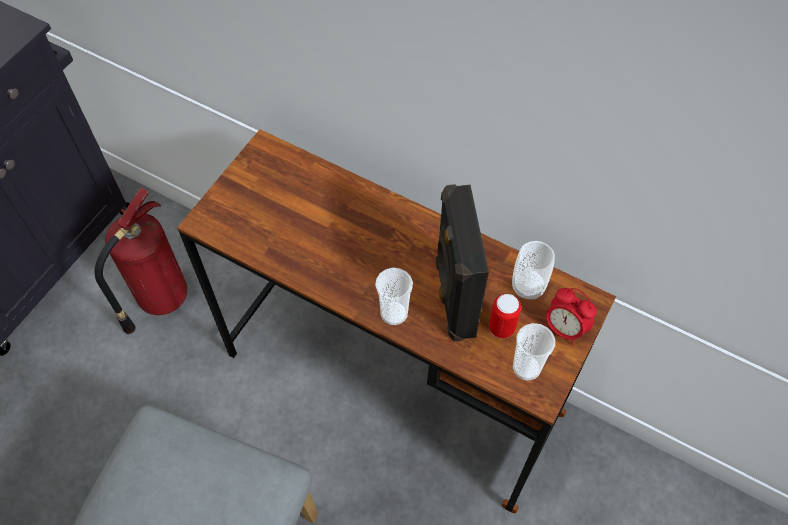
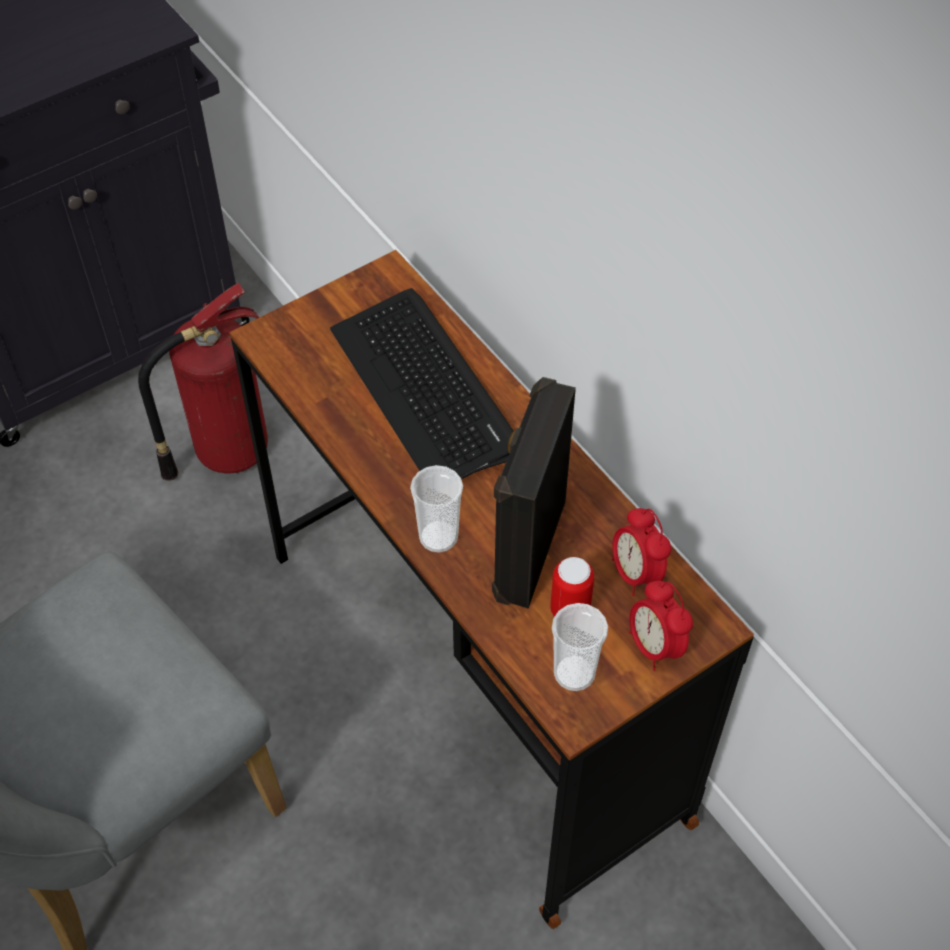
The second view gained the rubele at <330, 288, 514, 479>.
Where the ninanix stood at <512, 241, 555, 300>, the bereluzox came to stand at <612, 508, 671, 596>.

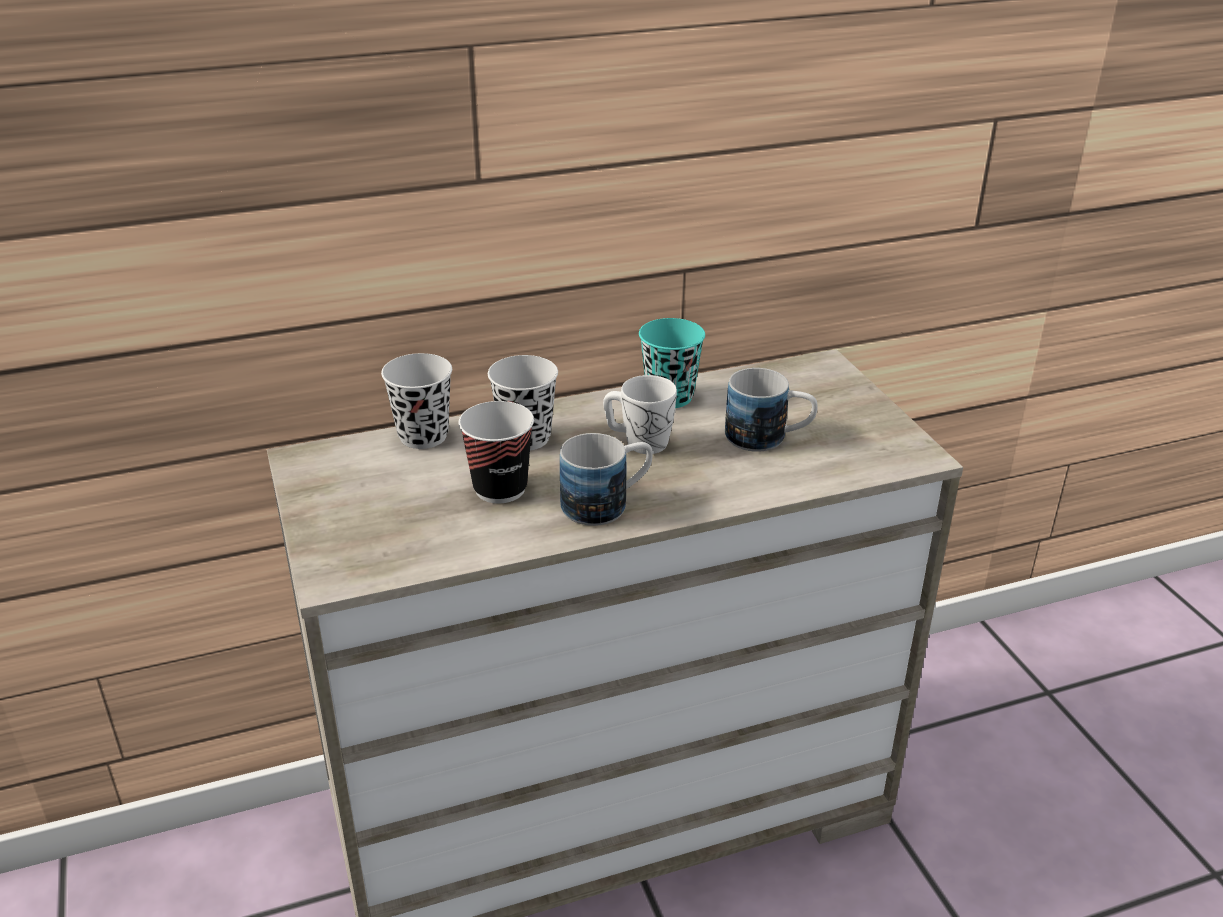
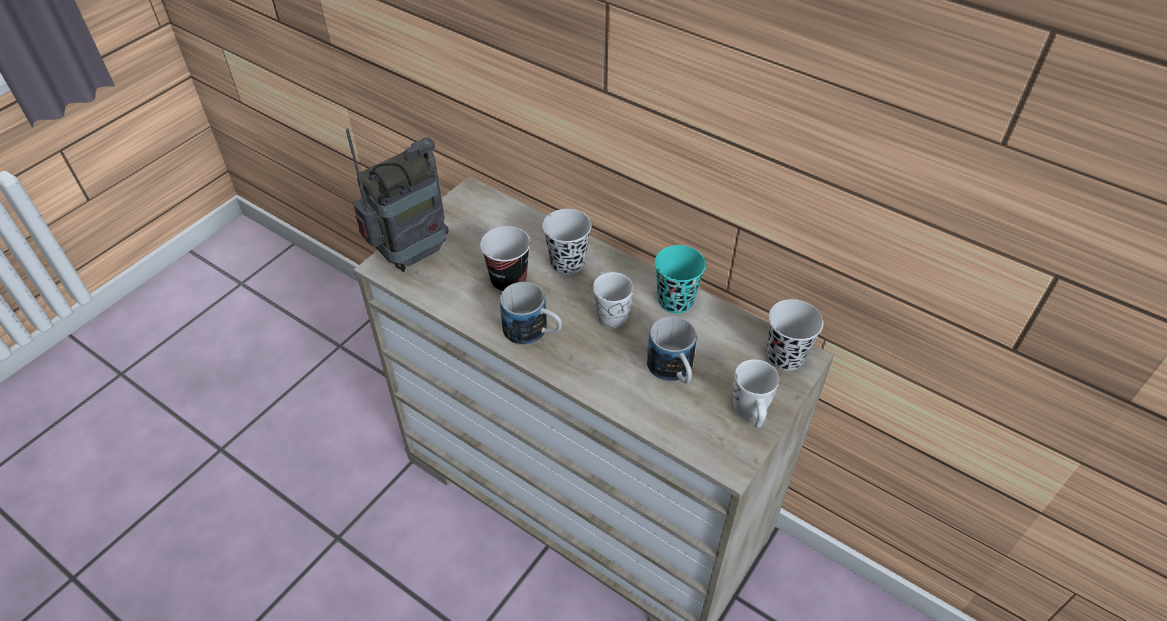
The second view gained the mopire at <346, 128, 449, 272>.
The second view gained the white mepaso at <733, 359, 779, 428>.
The black ninanix ended up elsewhere, having gone from <381, 353, 452, 449> to <767, 299, 823, 371>.

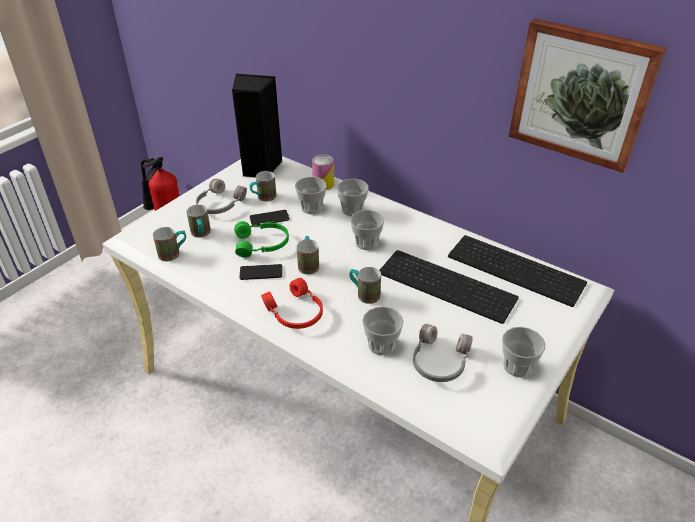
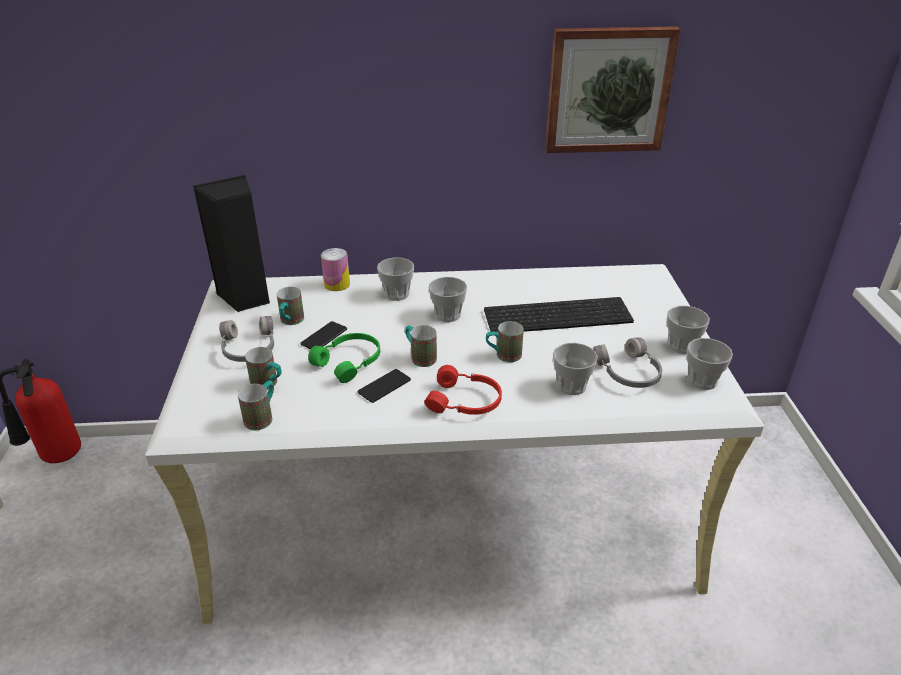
The ninanix ended up elsewhere, having gone from <295, 177, 326, 214> to <686, 338, 733, 390>.
The second view lost the rubele at <448, 235, 587, 307>.

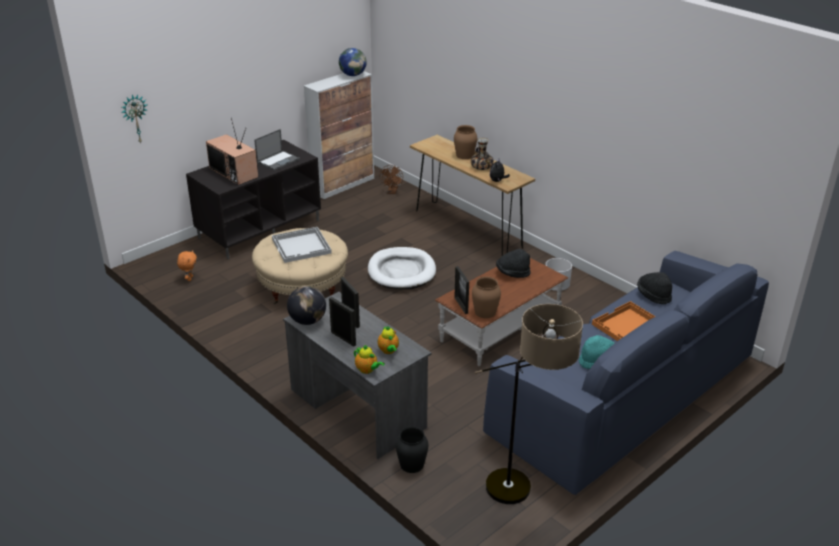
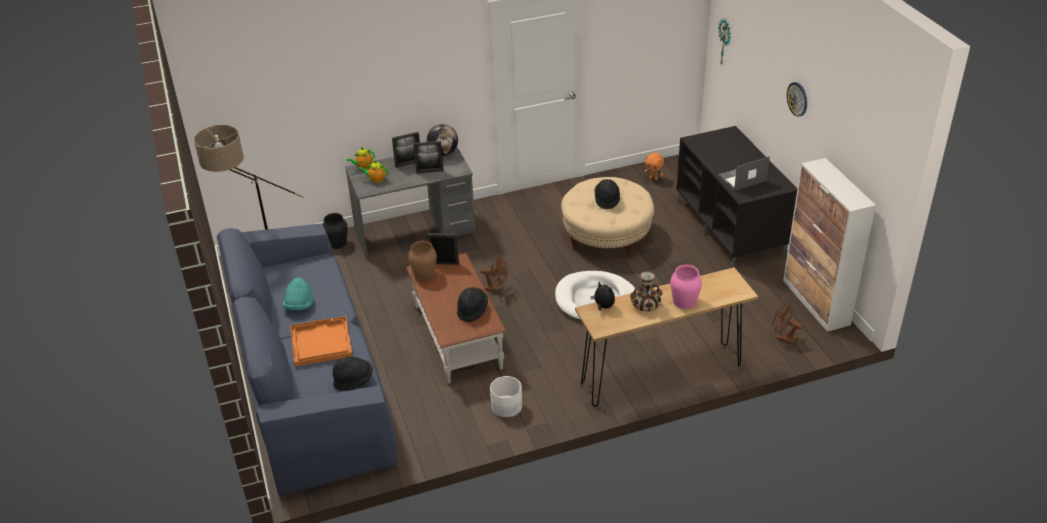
The second view gained the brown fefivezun at <481, 257, 508, 293>.
Where the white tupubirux stood at <272, 227, 332, 263>, the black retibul came to stand at <594, 179, 620, 209>.
What was the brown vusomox at <454, 125, 477, 159> turned into the pink vusomox at <670, 265, 702, 309>.
The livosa at <254, 129, 300, 171> ended up facing another way, 90 degrees clockwise from before.
The second view gained the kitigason at <787, 82, 807, 117>.
The second view lost the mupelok at <206, 117, 258, 185>.
The second view lost the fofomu at <339, 48, 367, 76>.

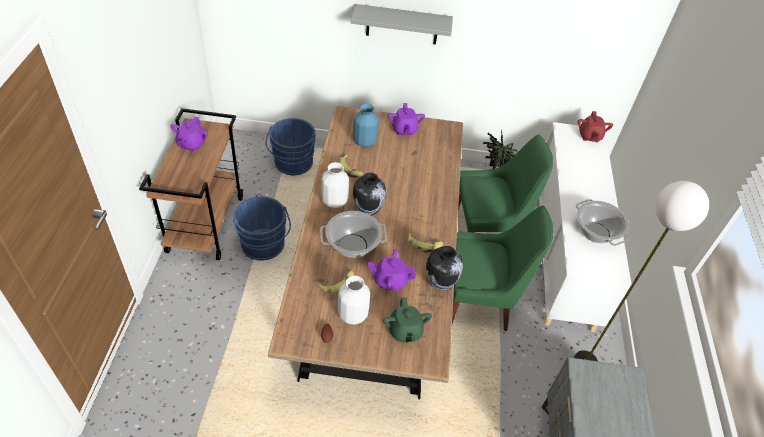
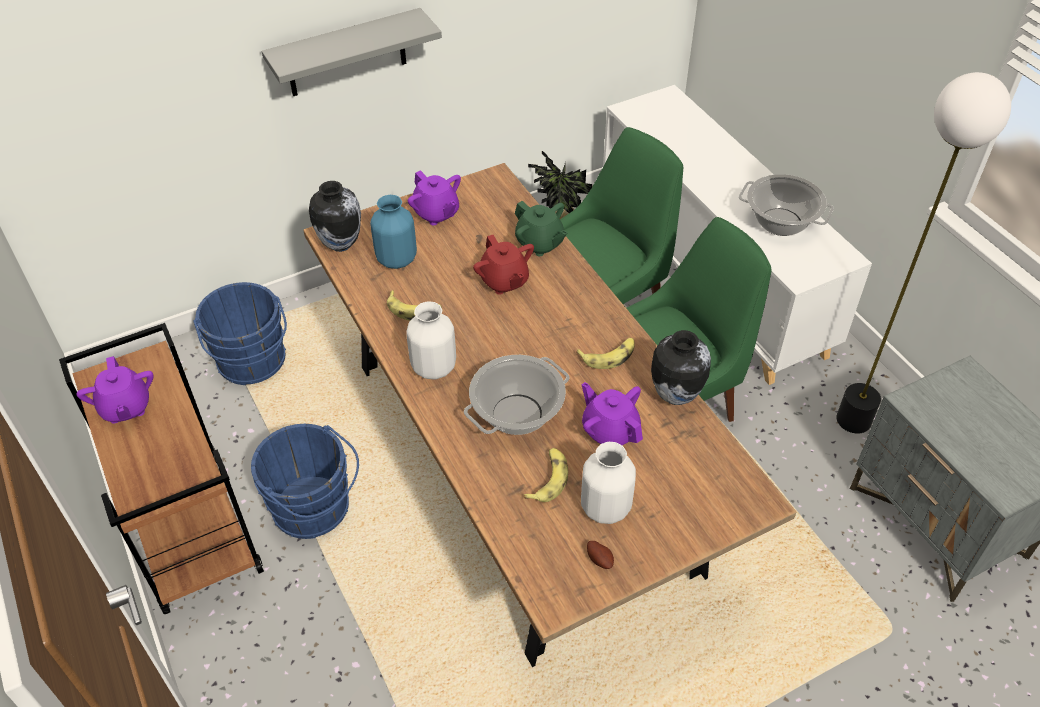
The vusomox ended up elsewhere, having gone from <353, 172, 386, 216> to <309, 181, 361, 252>.
The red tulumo ended up elsewhere, having gone from <578, 111, 613, 142> to <473, 235, 534, 295>.
The green tulumo ended up elsewhere, having gone from <383, 297, 432, 343> to <515, 201, 567, 256>.
The purple tulumo at <368, 249, 416, 291> ended up facing another way, 75 degrees clockwise from before.

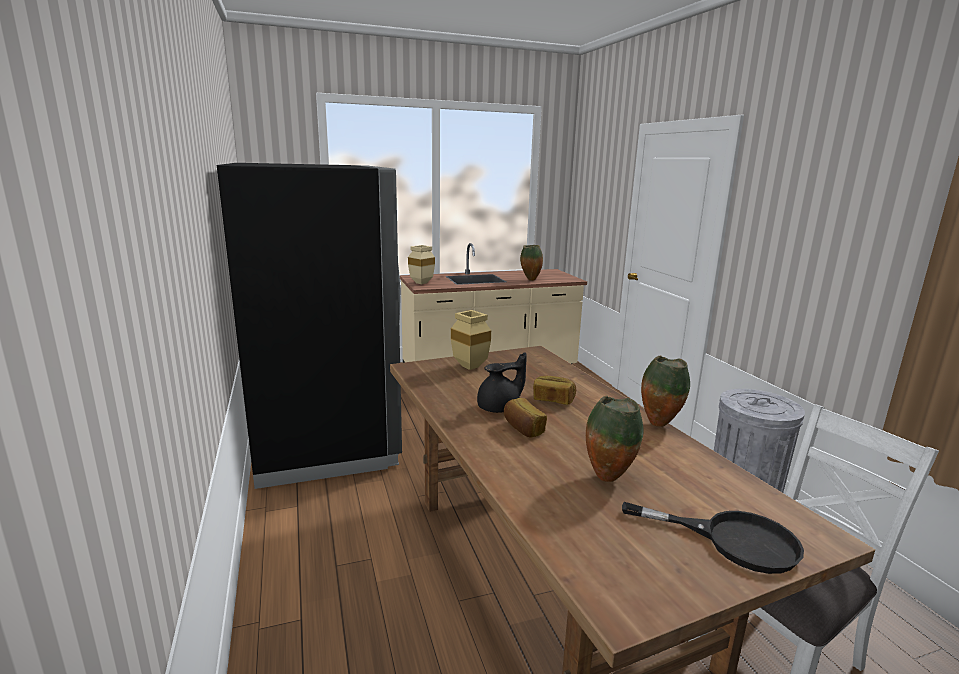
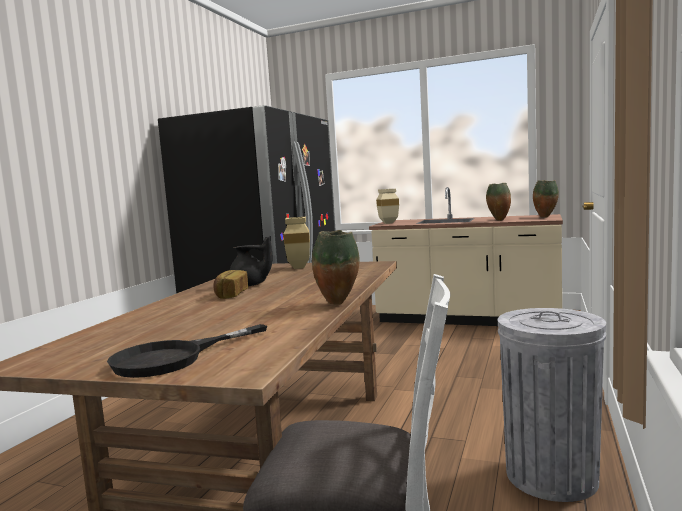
The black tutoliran at <622, 502, 804, 574> ended up facing another way, 75 degrees clockwise from before.
The vusomox ended up elsewhere, having gone from <586, 396, 643, 482> to <533, 180, 559, 218>.
The second view lost the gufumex at <533, 376, 576, 405>.

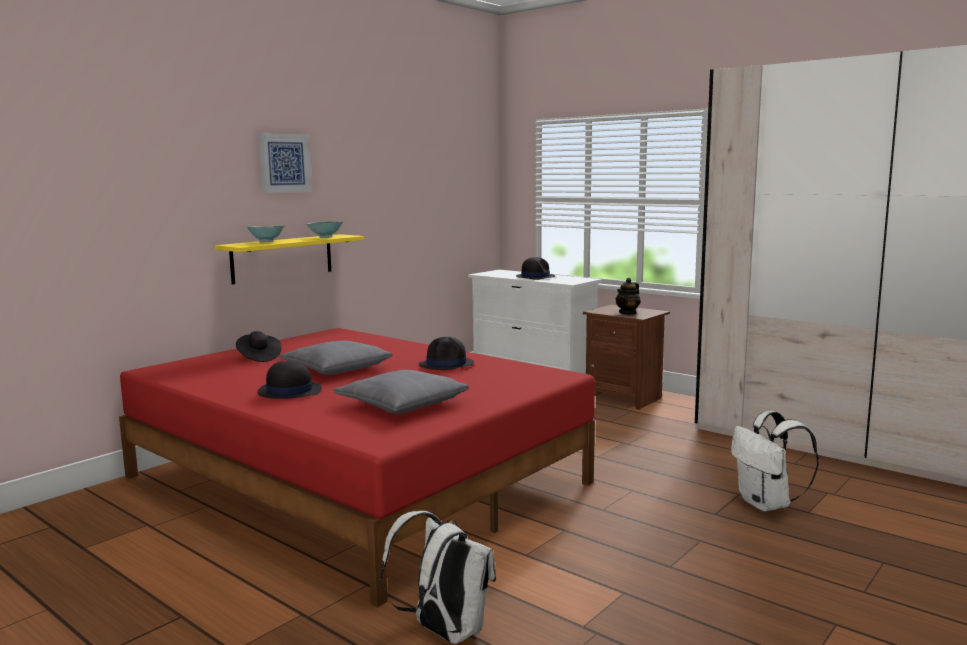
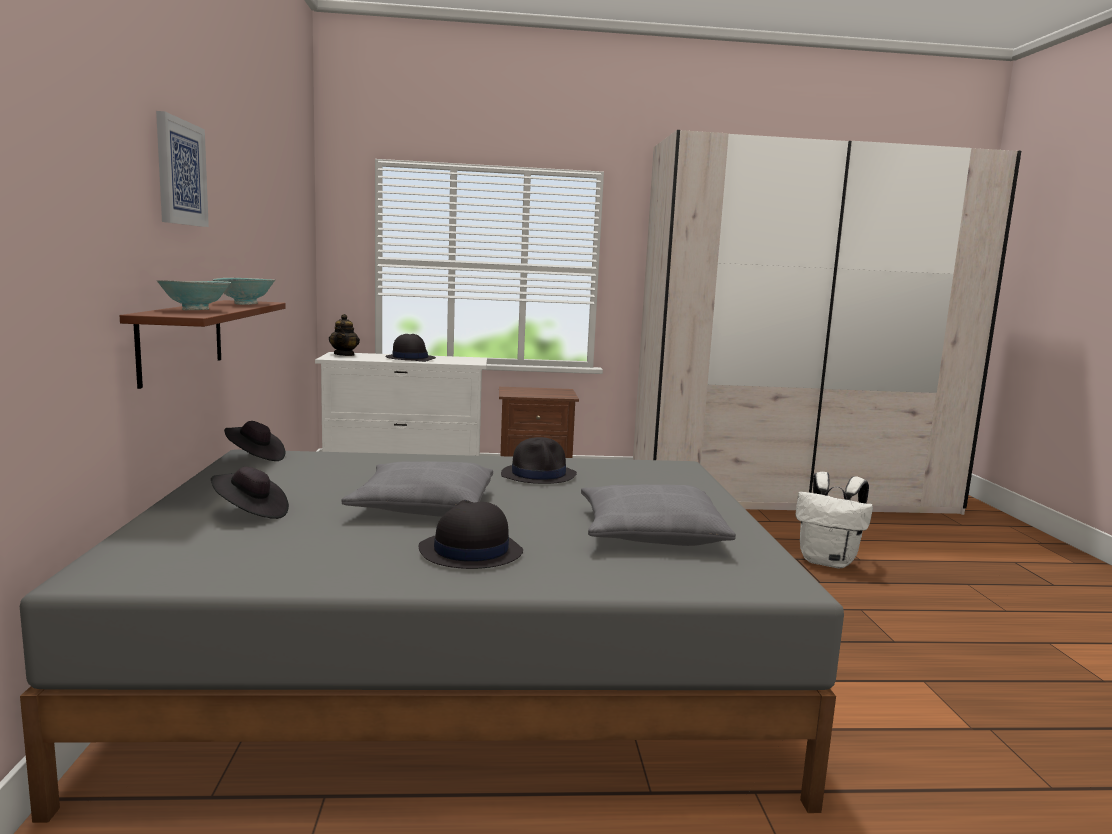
What was the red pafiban at <119, 328, 595, 608> turned into the grey pafiban at <20, 449, 844, 823>.
What was the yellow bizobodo at <215, 234, 364, 284> turned into the brown bizobodo at <120, 300, 286, 389>.
The second view gained the black retibul at <224, 421, 286, 461>.
The tulumo ended up elsewhere, having gone from <615, 278, 641, 315> to <329, 314, 360, 356>.
The second view lost the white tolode at <381, 511, 496, 644>.

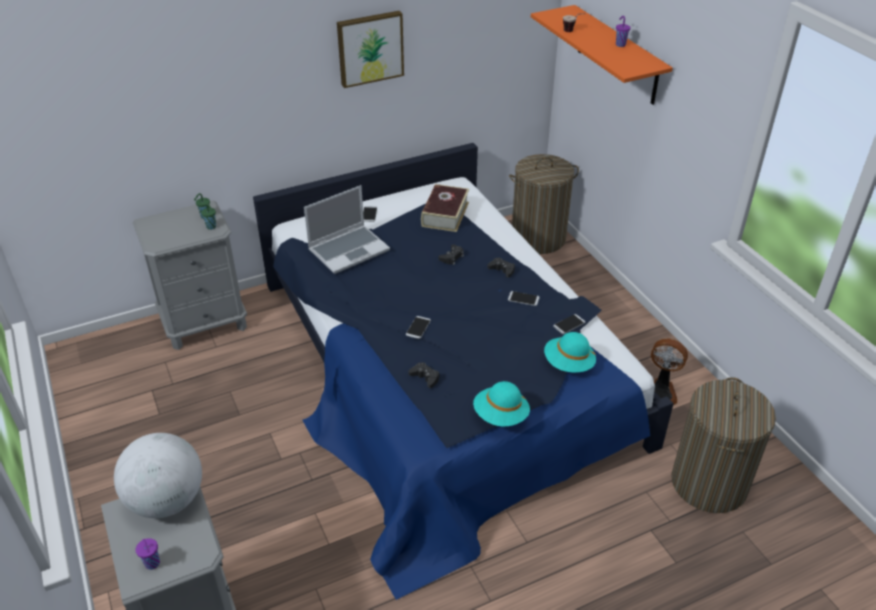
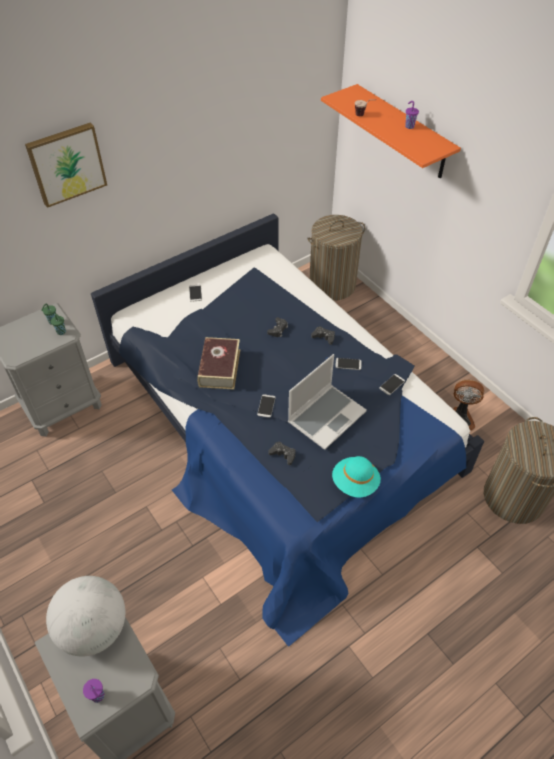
The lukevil ended up elsewhere, having gone from <337, 11, 404, 88> to <25, 123, 107, 208>.
The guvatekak ended up elsewhere, having gone from <421, 184, 469, 232> to <197, 337, 240, 390>.
The livosa ended up elsewhere, having gone from <304, 185, 390, 274> to <288, 354, 367, 450>.
The second view lost the turquoise retibul at <544, 332, 596, 372>.

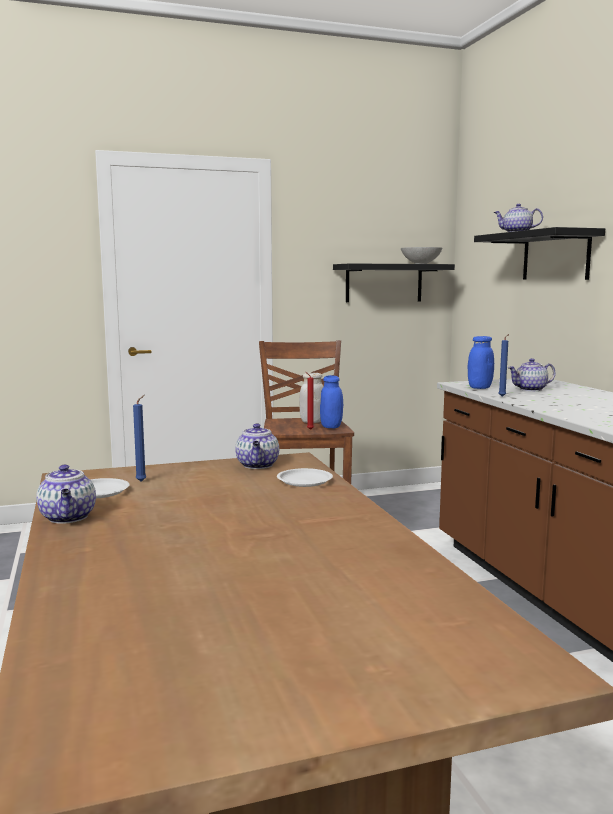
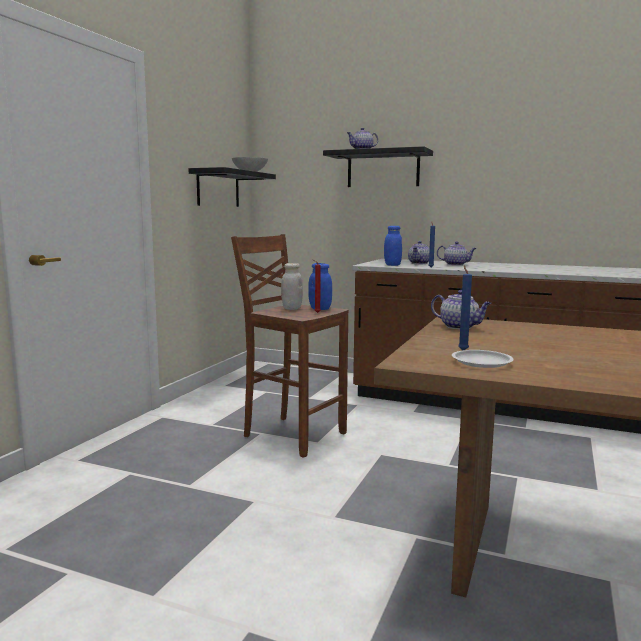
The tulumo ended up elsewhere, having gone from <36, 464, 96, 524> to <437, 242, 477, 265>.
The second view lost the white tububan at <277, 468, 333, 487>.

